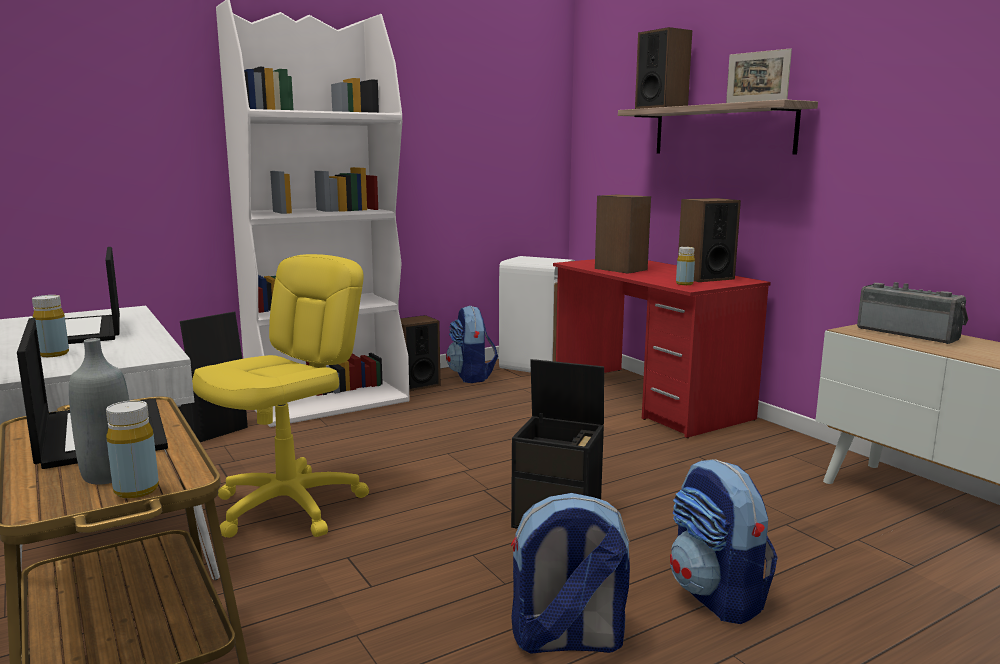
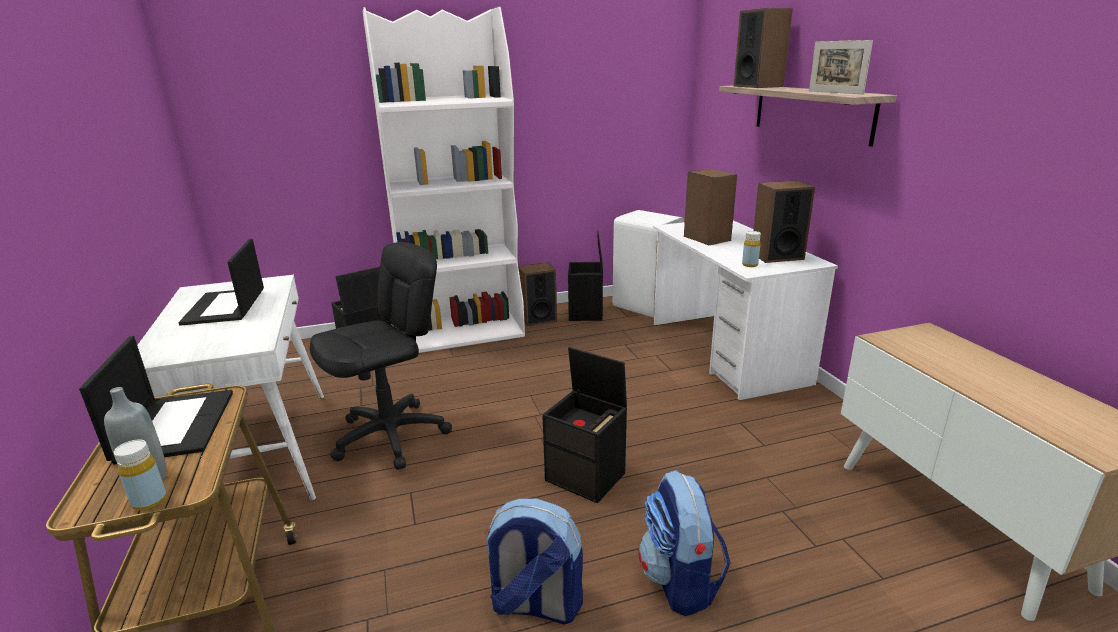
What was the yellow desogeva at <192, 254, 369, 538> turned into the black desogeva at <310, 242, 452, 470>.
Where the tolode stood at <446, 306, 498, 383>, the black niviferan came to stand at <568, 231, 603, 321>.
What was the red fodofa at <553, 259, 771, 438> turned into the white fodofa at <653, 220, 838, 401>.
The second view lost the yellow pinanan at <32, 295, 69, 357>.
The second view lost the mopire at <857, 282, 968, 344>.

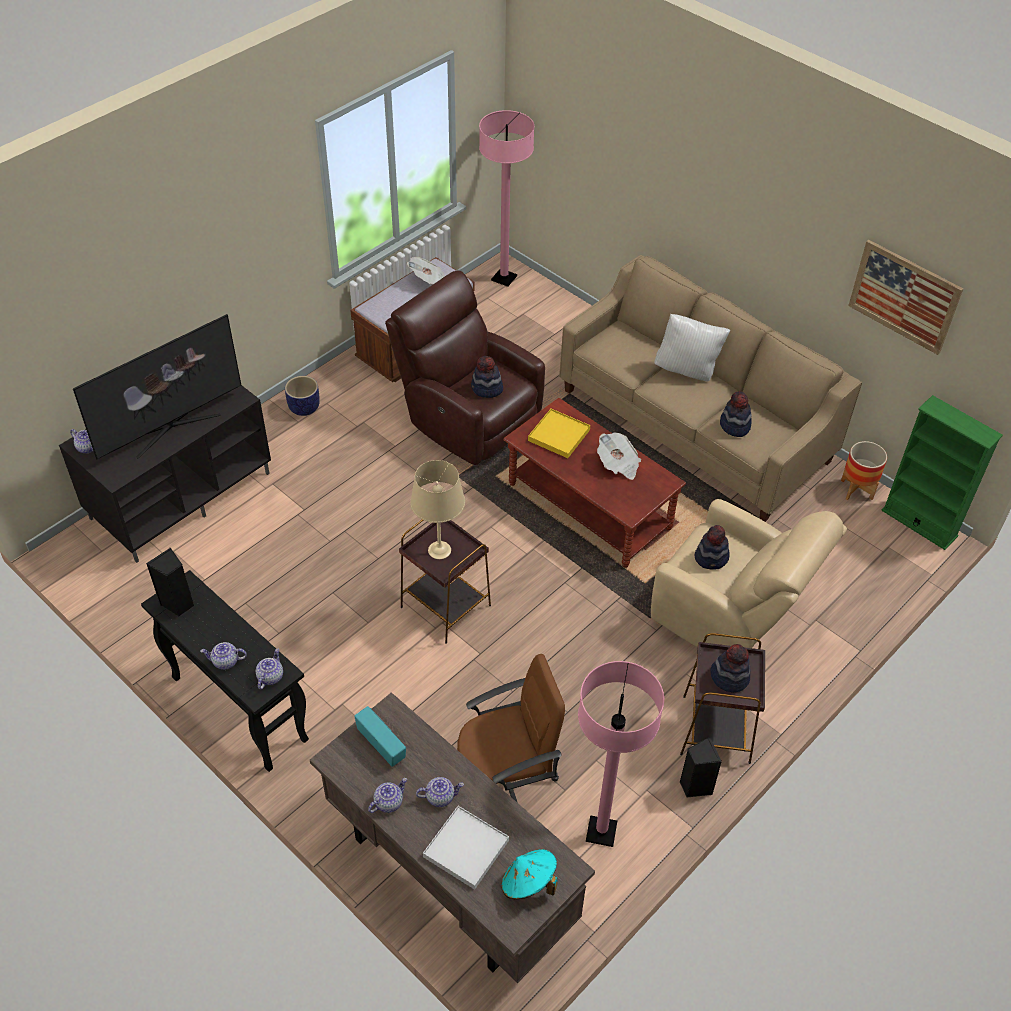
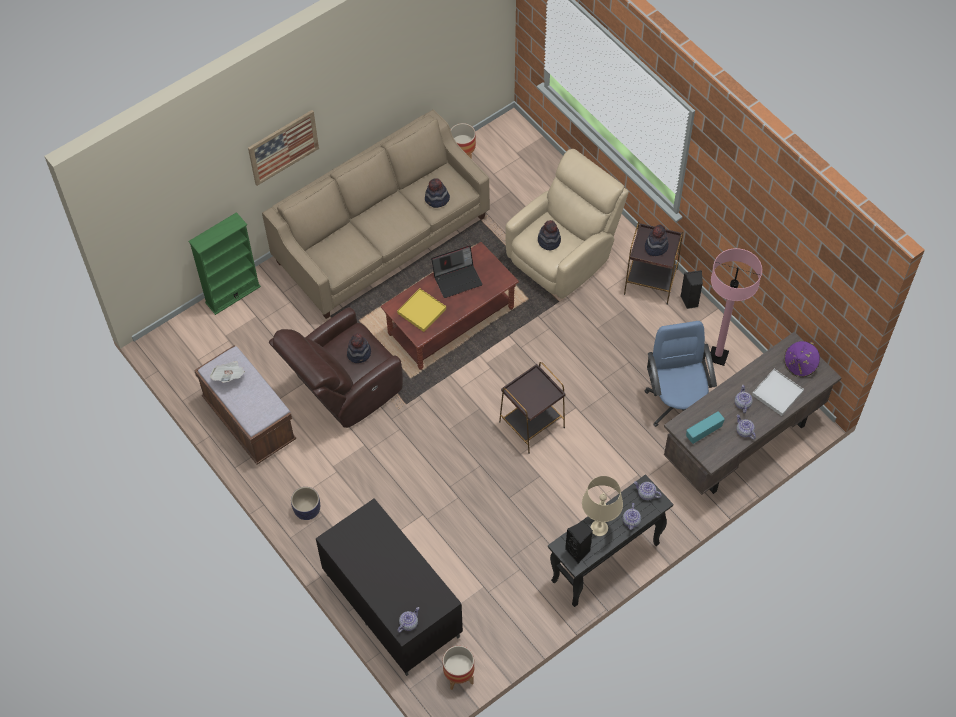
The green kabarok ended up elsewhere, having gone from <881, 395, 1003, 550> to <188, 212, 261, 315>.
The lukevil ended up elsewhere, having gone from <848, 240, 963, 355> to <248, 110, 319, 186>.
Where the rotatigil stood at <597, 432, 641, 480>, the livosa came to stand at <431, 245, 482, 298>.
The second view gained the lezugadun at <443, 646, 474, 690>.
The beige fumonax ended up elsewhere, having gone from <410, 460, 465, 559> to <582, 476, 623, 536>.
What was the brown desogeva at <457, 654, 565, 803> turned into the blue desogeva at <645, 321, 717, 427>.
What was the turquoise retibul at <501, 849, 558, 900> turned into the purple retibul at <784, 341, 820, 377>.
The second view lost the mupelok at <73, 314, 241, 460>.
The second view lost the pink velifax at <479, 110, 534, 287>.
The second view lost the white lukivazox at <654, 314, 730, 382>.

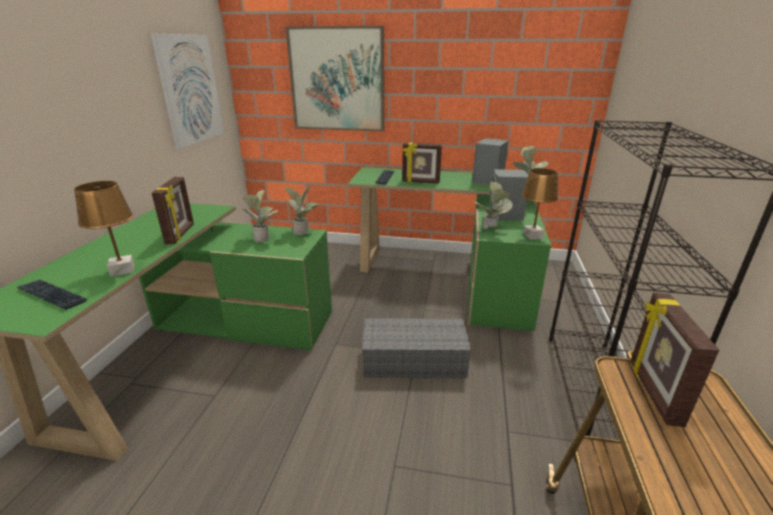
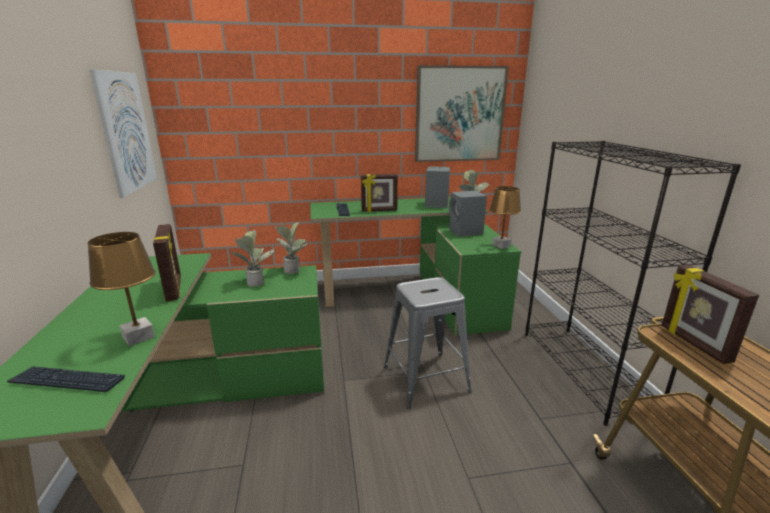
Where the grey niviferan stood at <362, 318, 471, 378>, the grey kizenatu came to stand at <384, 277, 472, 409>.
The lukevil ended up elsewhere, having gone from <285, 26, 384, 132> to <415, 65, 509, 162>.
The second view lost the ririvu at <474, 181, 513, 230>.

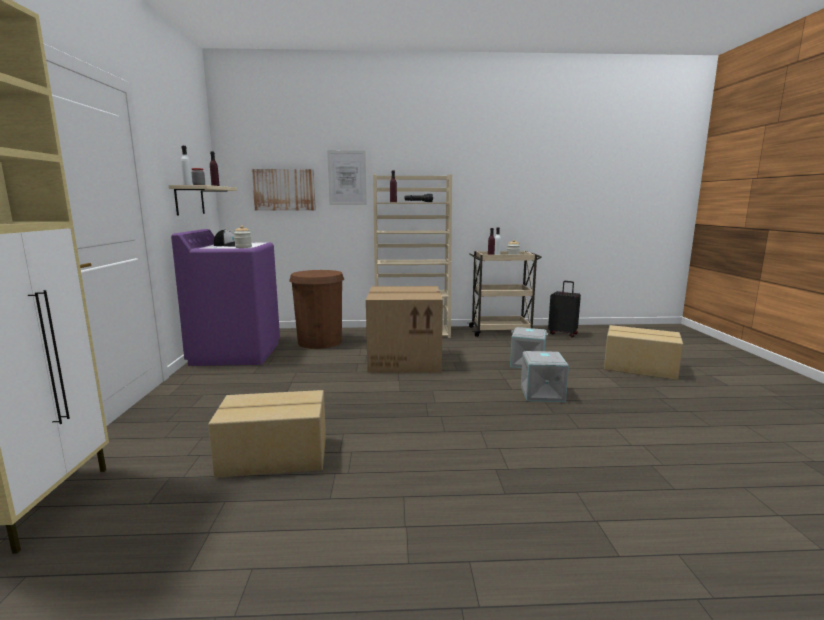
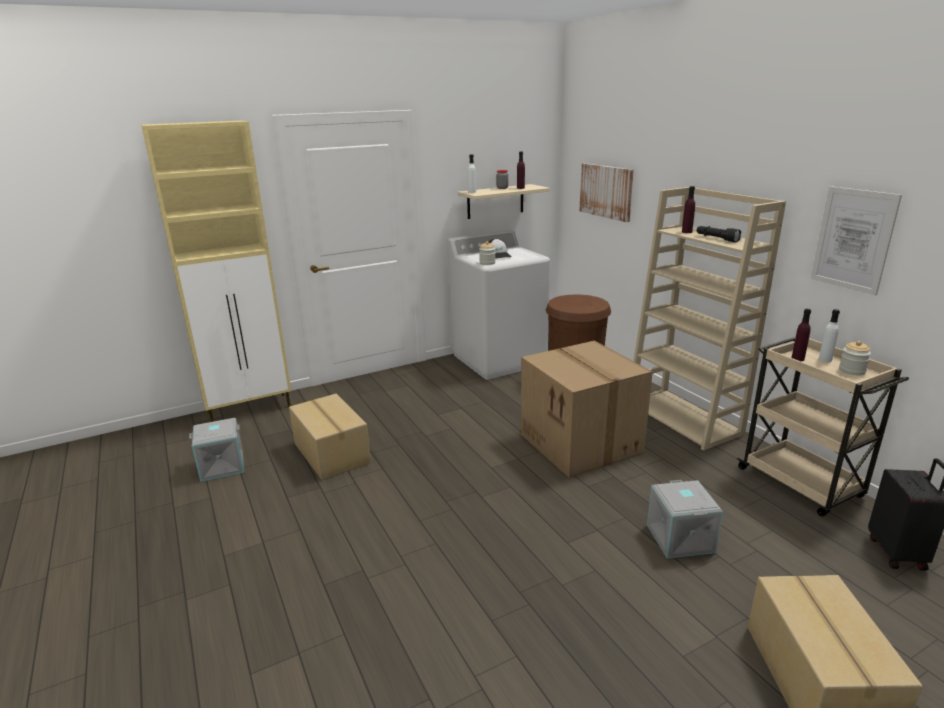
The grey niviferan ended up elsewhere, having gone from <521, 351, 569, 402> to <189, 418, 244, 482>.
What was the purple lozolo at <171, 229, 280, 366> turned into the white lozolo at <448, 230, 550, 380>.
The lukevil ended up elsewhere, having gone from <327, 150, 367, 205> to <811, 186, 902, 295>.

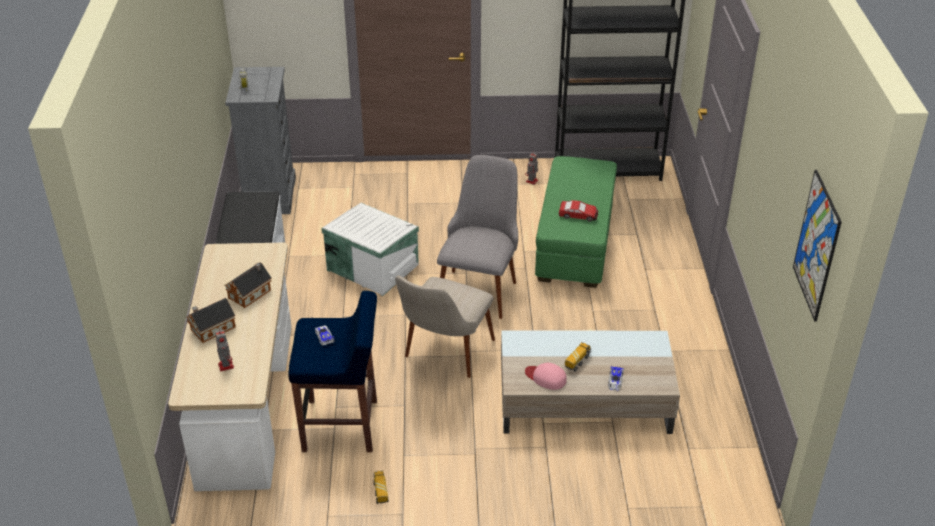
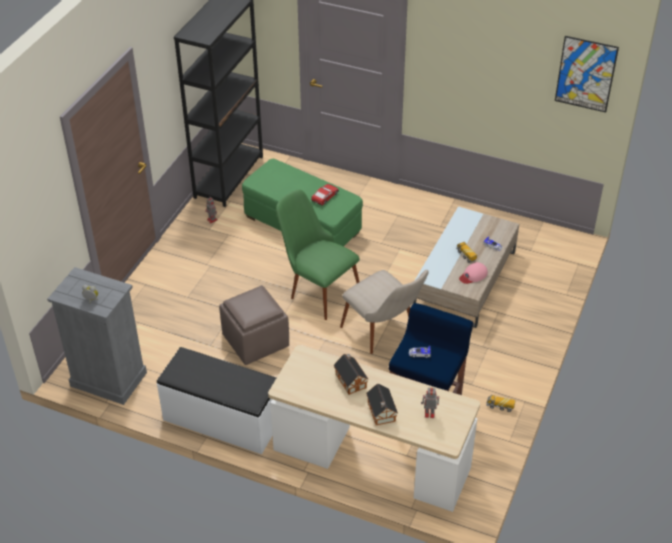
Where the white niviferan stood at <321, 203, 419, 296>, the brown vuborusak came to stand at <219, 285, 289, 365>.
What was the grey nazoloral at <437, 155, 518, 319> turned into the green nazoloral at <276, 189, 360, 320>.

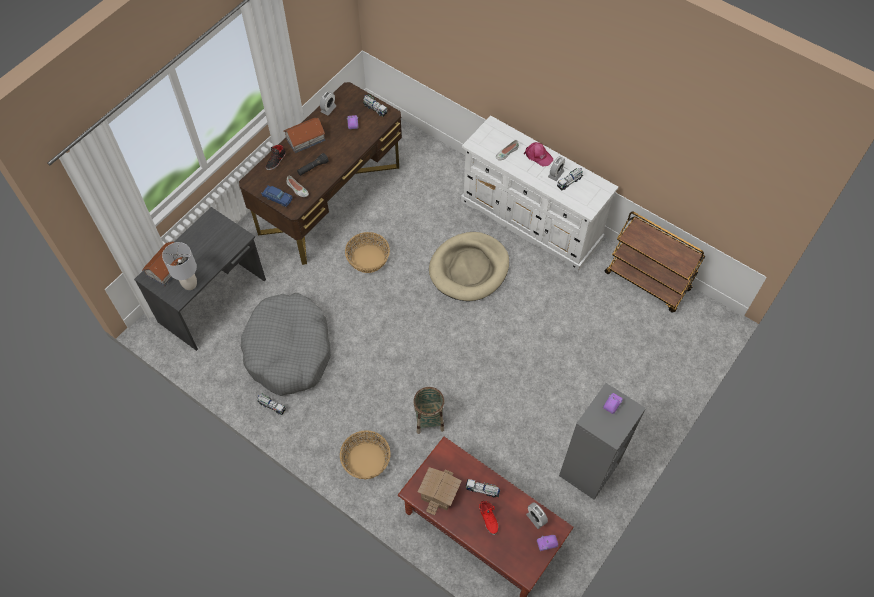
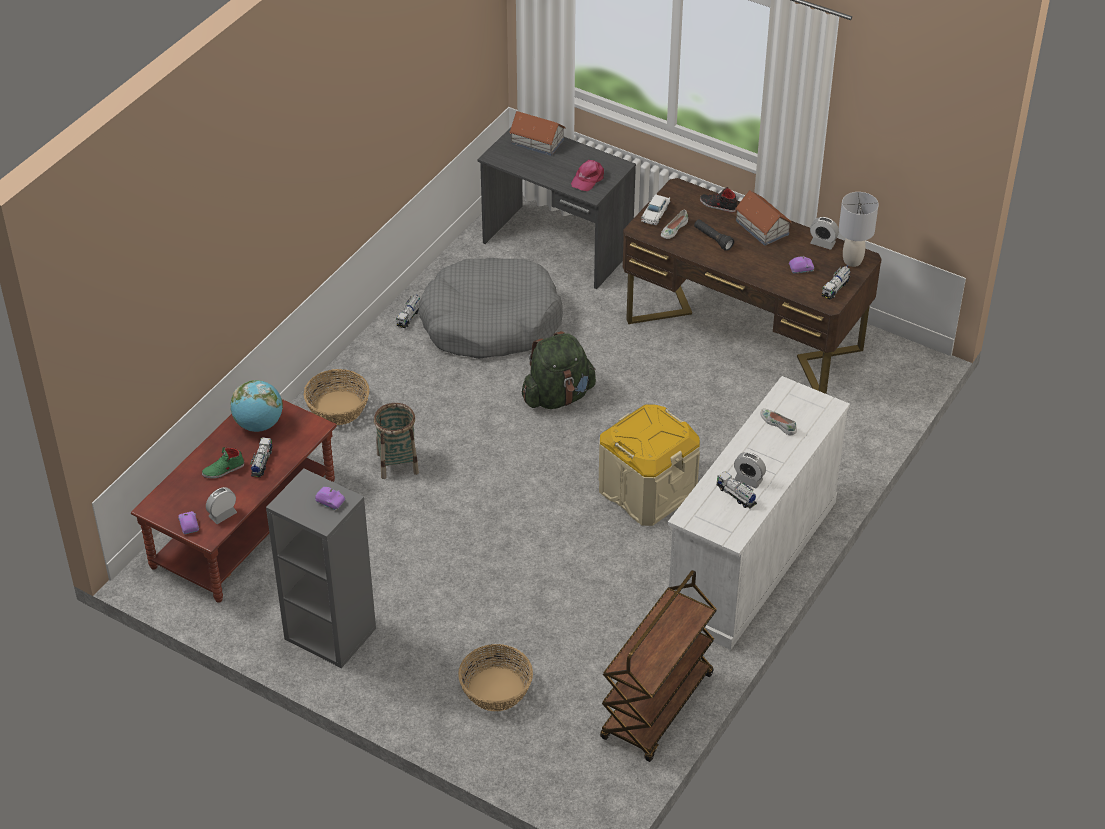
What was the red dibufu at <479, 501, 498, 535> turned into the green dibufu at <202, 447, 244, 479>.
Where the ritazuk stood at <418, 467, 462, 516>, the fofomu came to stand at <230, 380, 283, 432>.
The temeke ended up elsewhere, having gone from <345, 232, 390, 273> to <458, 644, 533, 711>.
The second view gained the green tolode at <522, 331, 596, 409>.
The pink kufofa ended up elsewhere, having gone from <524, 142, 553, 166> to <571, 160, 604, 191>.
Where the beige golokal stood at <429, 232, 509, 301>, the beige niviferan came to stand at <599, 404, 700, 526>.
What was the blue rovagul at <261, 185, 293, 207> turned into the white rovagul at <641, 194, 670, 225>.
The grey fumonax ended up elsewhere, having gone from <162, 242, 197, 290> to <839, 192, 879, 267>.

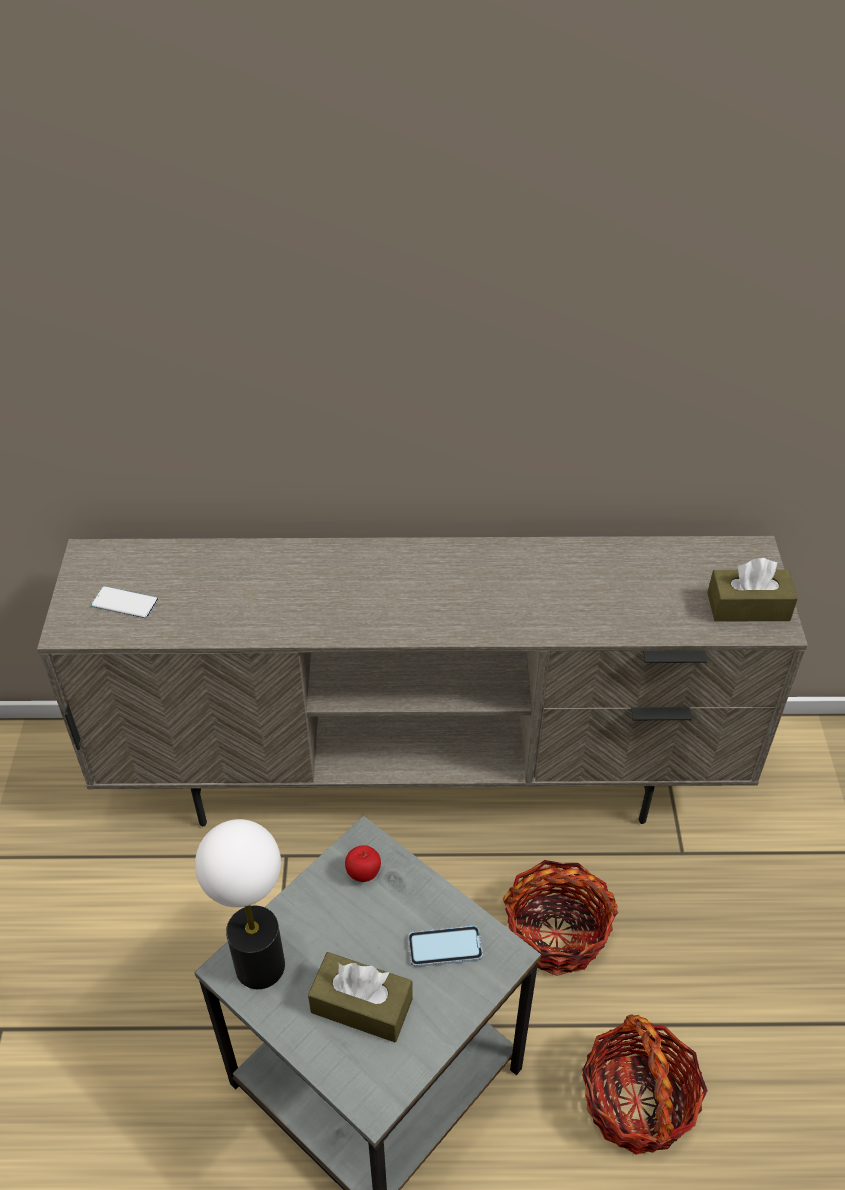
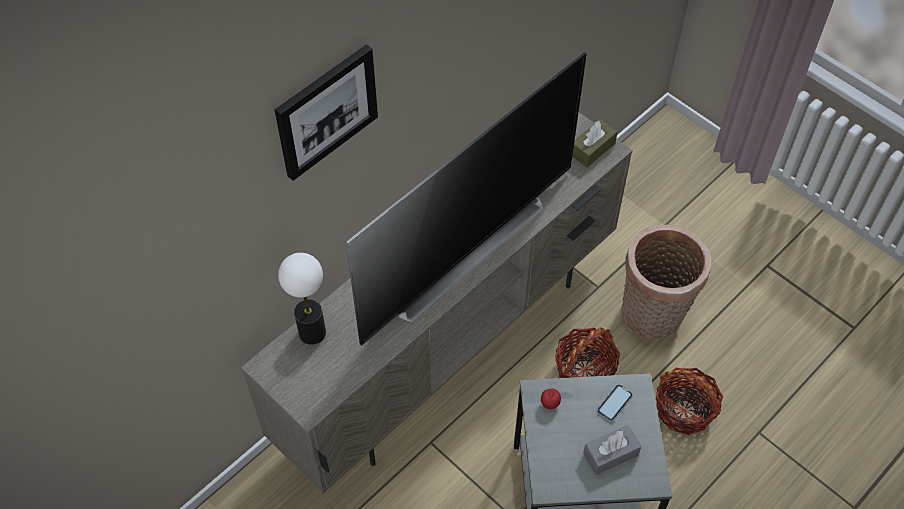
The second view gained the lukevil at <275, 44, 378, 181>.
The fumonax ended up elsewhere, having gone from <195, 819, 285, 989> to <278, 253, 326, 345>.
The second view gained the mupelok at <346, 52, 587, 346>.
What was the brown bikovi at <308, 952, 413, 1042> turned into the grey bikovi at <583, 425, 642, 475>.
The second view gained the temeke at <621, 225, 711, 340>.
The second view lost the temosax at <91, 586, 158, 618>.

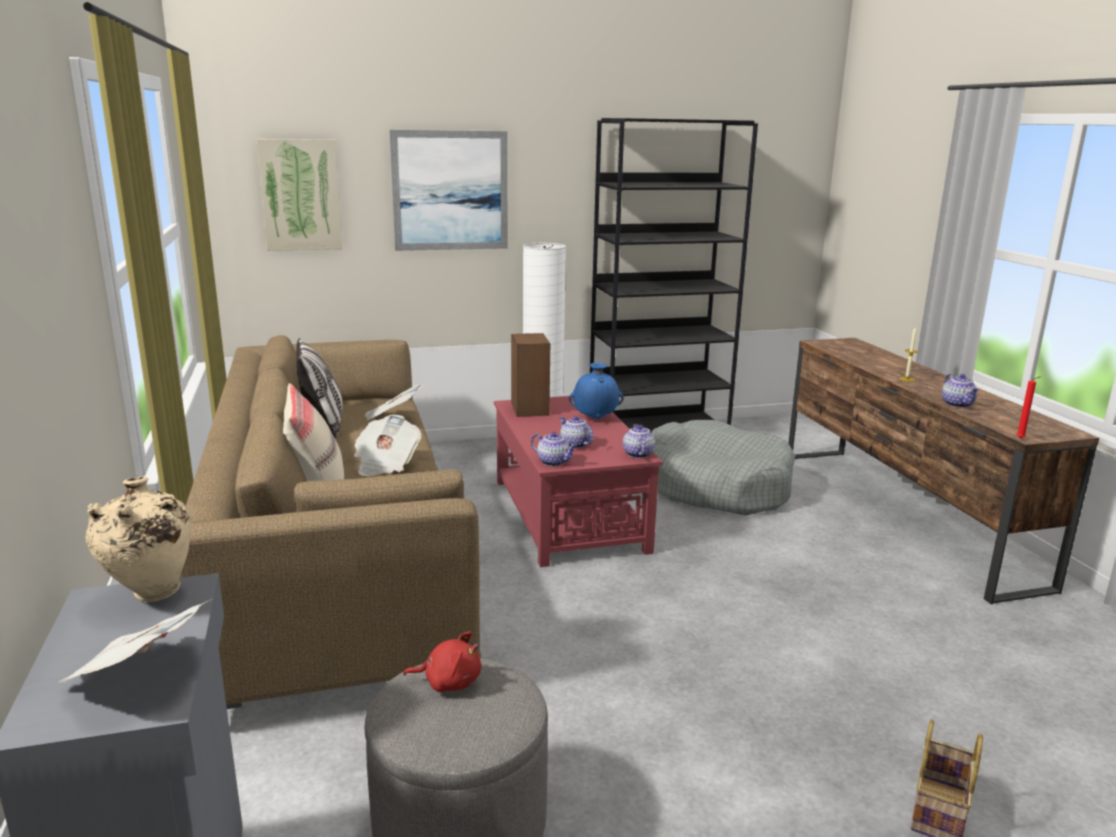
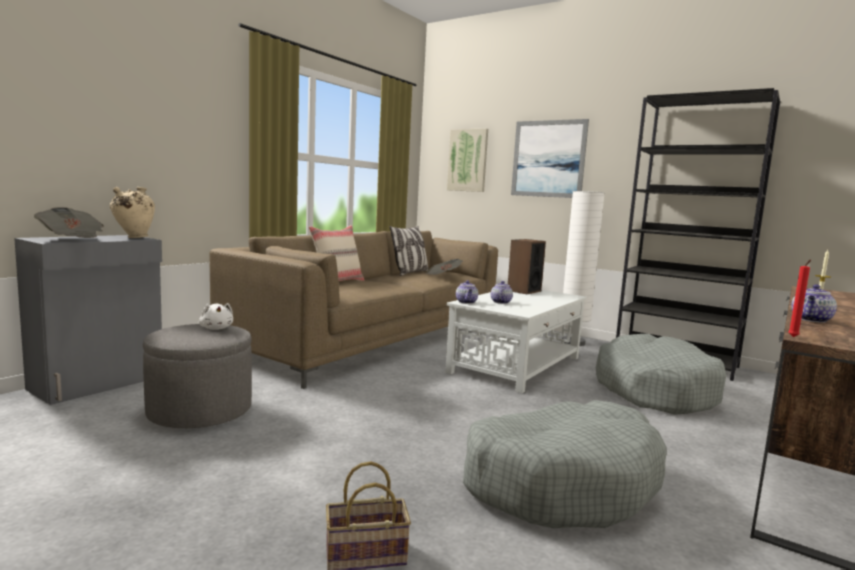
What was the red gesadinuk at <403, 631, 481, 692> turned into the white gesadinuk at <199, 303, 233, 330>.
What was the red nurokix at <494, 396, 663, 567> turned into the white nurokix at <445, 290, 587, 394>.
The second view gained the grey golokal at <463, 400, 667, 528>.
The second view lost the rotatigil at <354, 415, 421, 476>.
The second view lost the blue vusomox at <569, 363, 624, 419>.
The second view lost the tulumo at <623, 424, 655, 458>.

